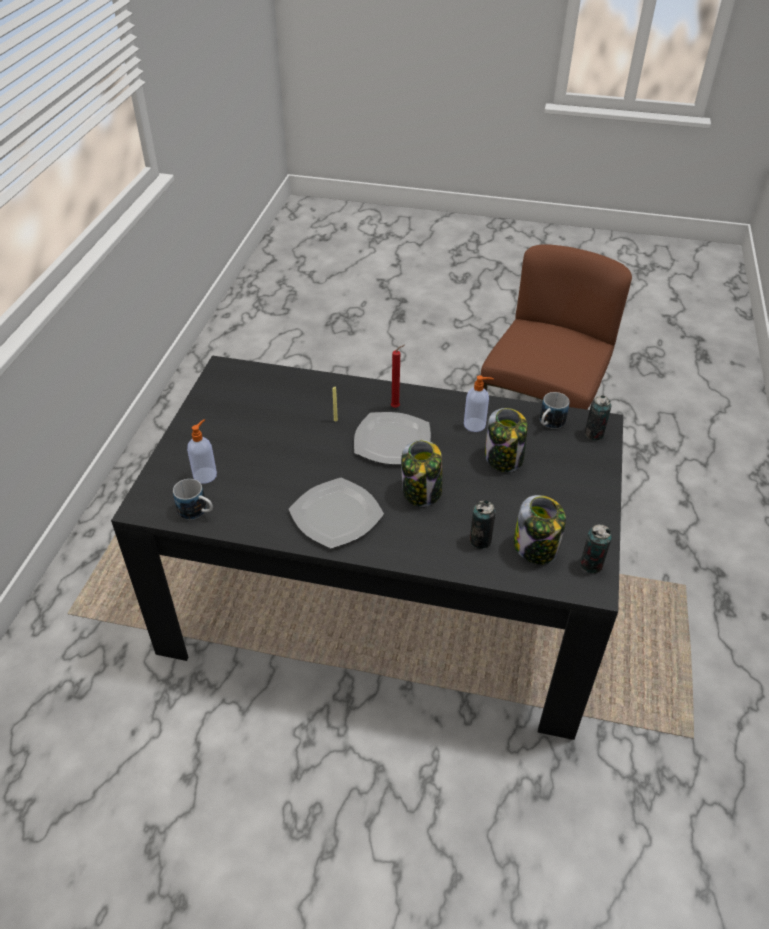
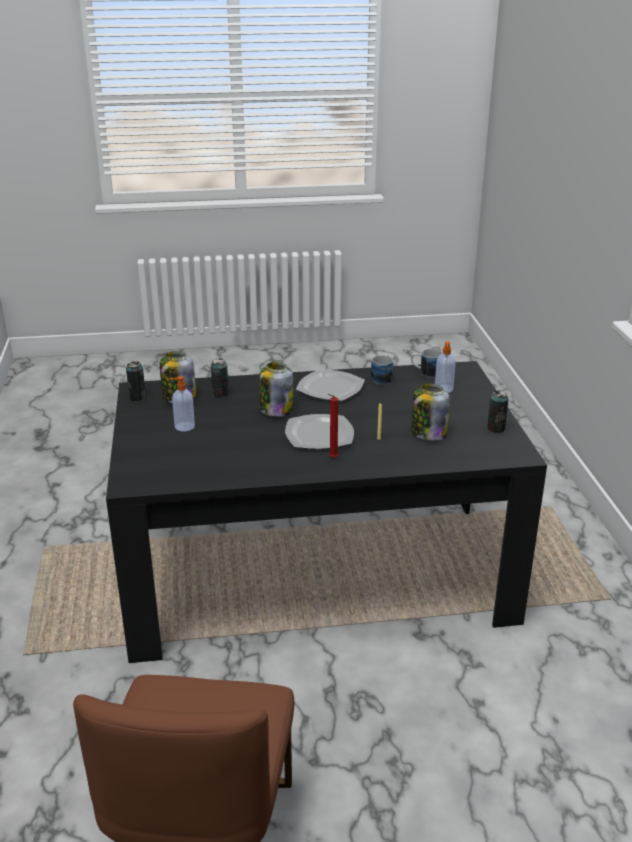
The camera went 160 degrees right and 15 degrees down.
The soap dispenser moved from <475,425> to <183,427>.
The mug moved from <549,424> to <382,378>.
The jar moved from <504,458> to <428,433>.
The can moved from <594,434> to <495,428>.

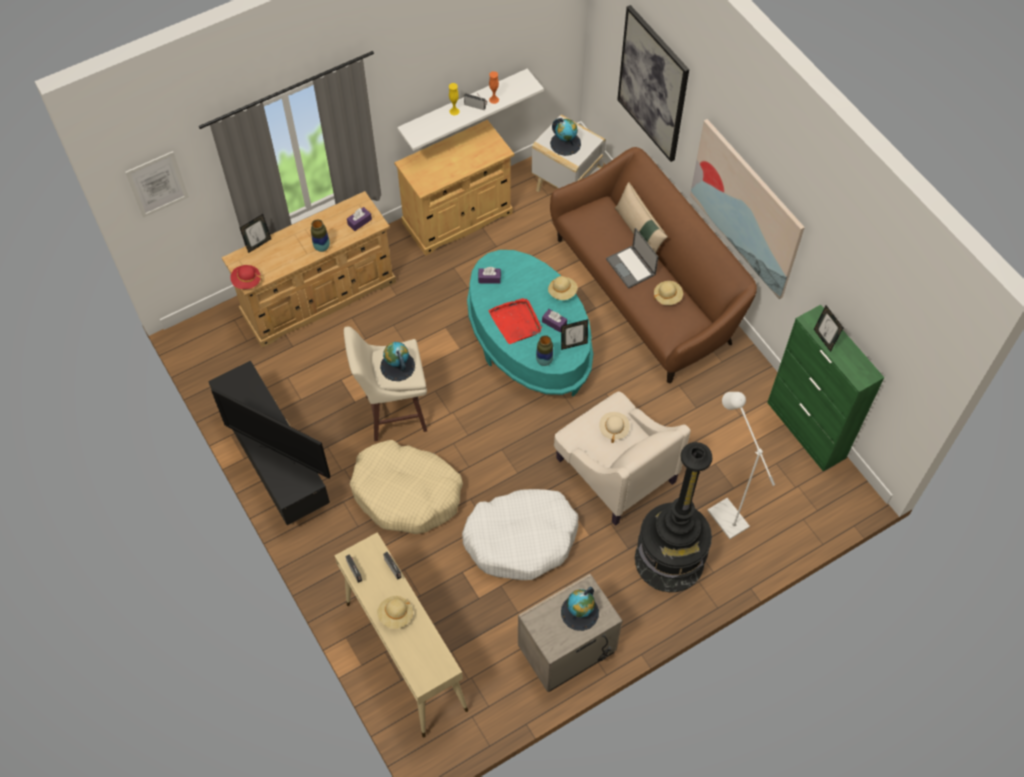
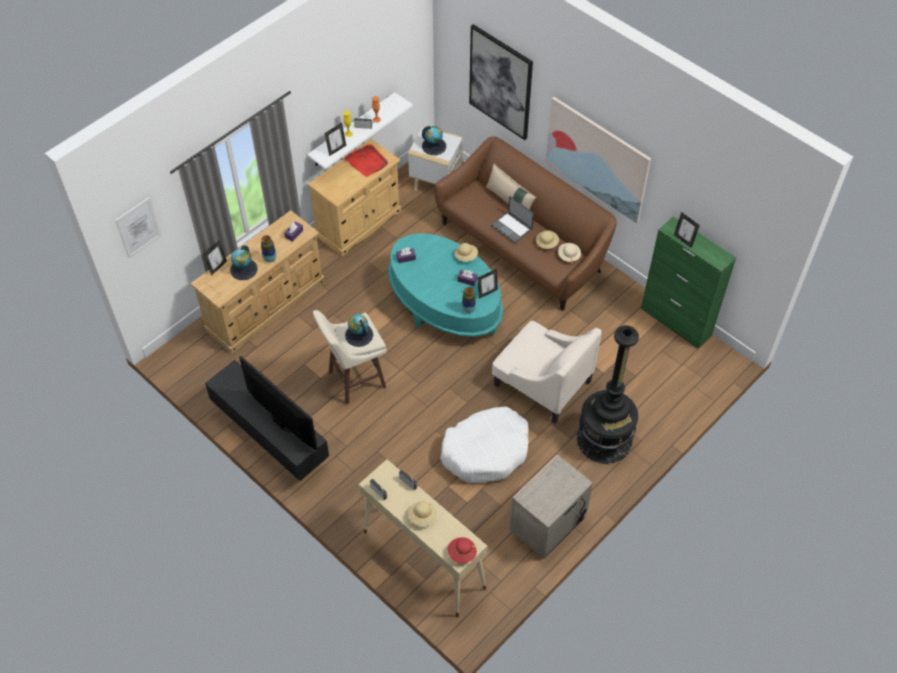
The camera went 15 degrees left and 5 degrees down.
The globe moved from <580,612> to <244,269>.
The television at <279,451> turned 150 degrees counterclockwise.
The picture frame at <336,149> appeared.
The red tray moved from <516,322> to <367,161>.
The red hat moved from <246,281> to <462,553>.
The beige hat moved from <613,429> to <568,256>.
The beige dog bed at <407,493> disappeared.
The white floor lamp at <723,513> disappeared.

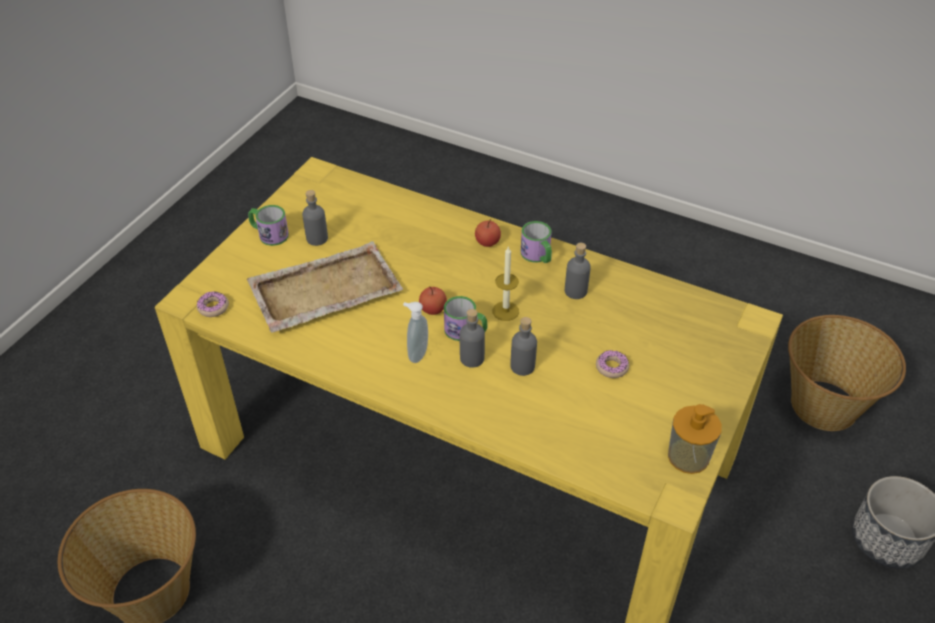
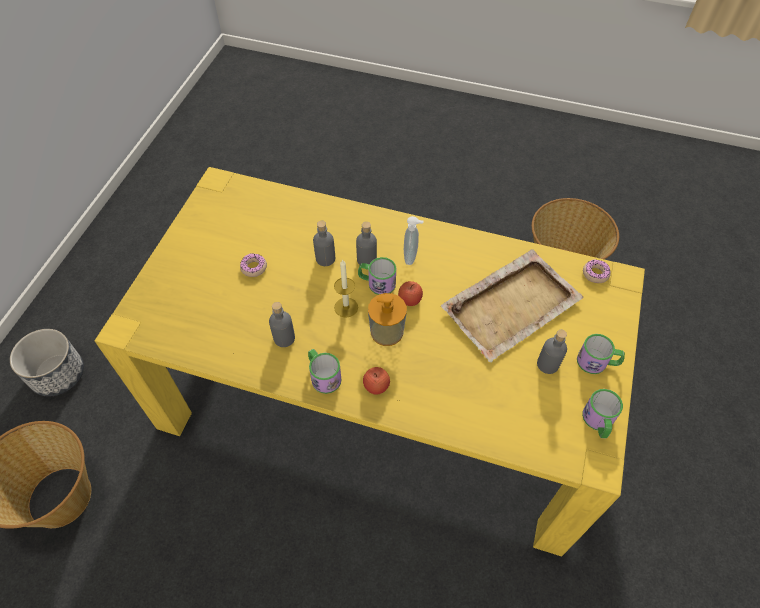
The camera went 170 degrees right and 10 degrees up.
The soap dispenser moved from <688,456> to <387,332>.
The mug at <598,422> appeared.

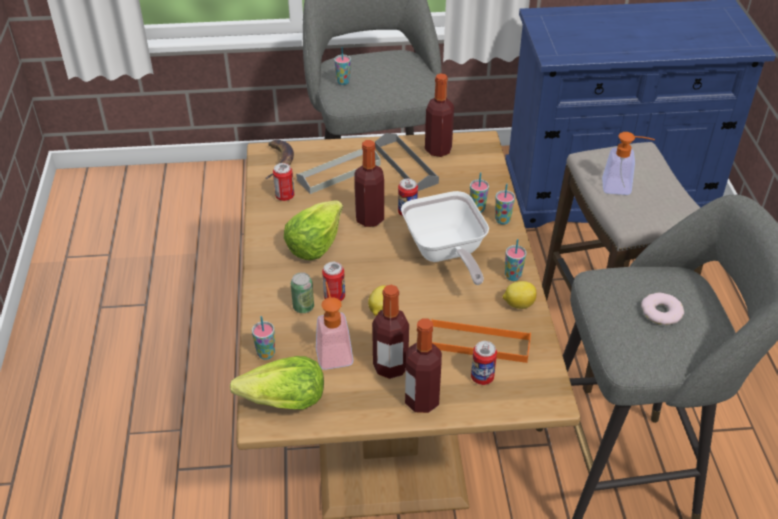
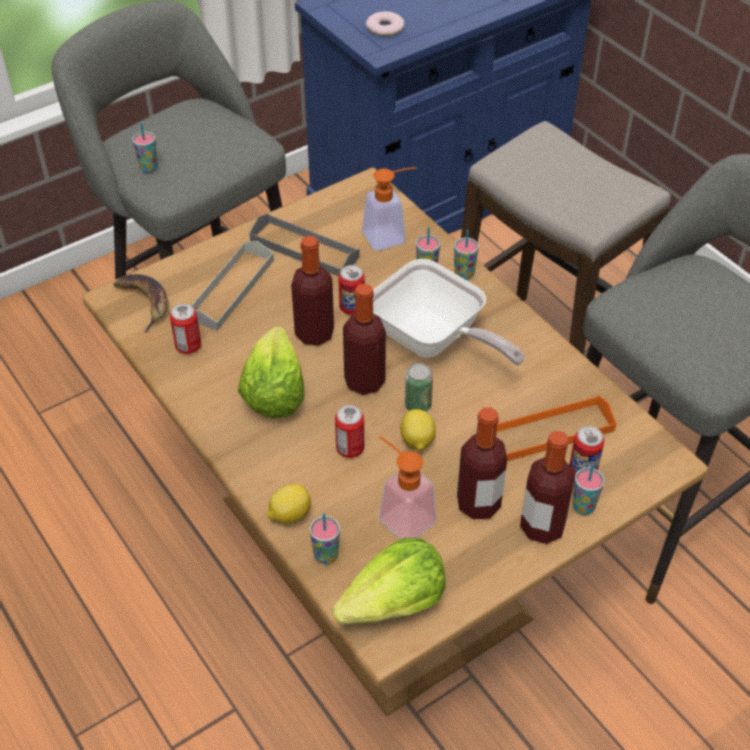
The camera went 30 degrees left and 5 degrees up.
The lemon moved from <518,304> to <289,515>.
The bottle moved from <438,150> to <364,381>.
The soap dispenser moved from <622,187> to <391,236>.
The donut moved from <661,312> to <385,28>.
The can moved from <303,307> to <417,405>.
The cup moved from <513,276> to <583,507>.

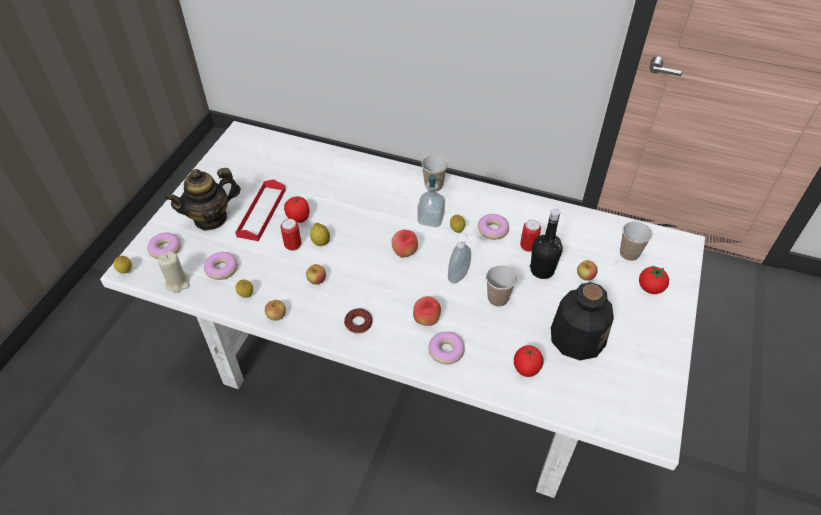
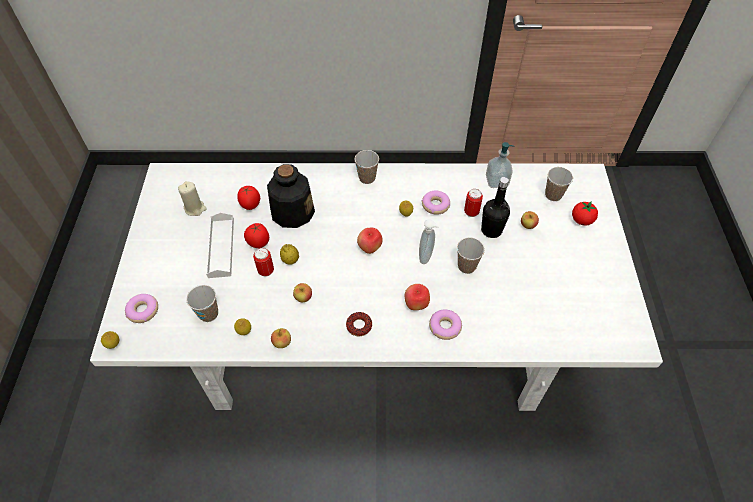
The camera went 20 degrees left and 5 degrees up.
The beige candle moved from <178,283> to <195,208>.
The donut at <221,269> was replaced by the cup at <208,314>.
The red tray at <261,213> became the white tray at <221,247>.
The tomato moved from <526,369> to <250,205>.
The bottle moved from <576,337> to <292,212>.
The soap dispenser moved from <430,219> to <496,181>.
The teapot at <211,218> disappeared.

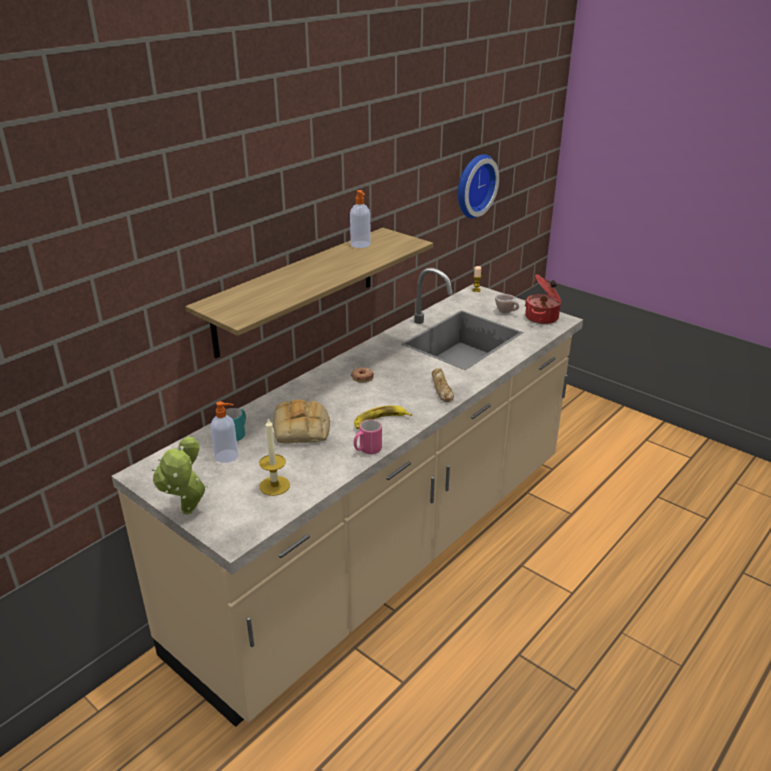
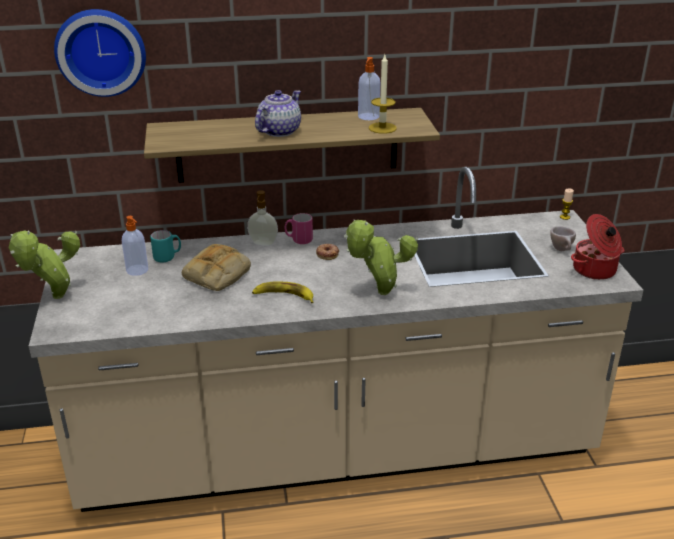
The camera went 40 degrees right and 0 degrees up.
The wall clock moved from <473,185> to <101,51>.
The soap dispenser at <263,243> appeared.
The teapot at <278,131> appeared.
The pink mug moved from <367,450> to <298,240>.
The bread at <441,388> was replaced by the potted plant at <379,293>.
The candle moved from <274,486> to <382,128>.

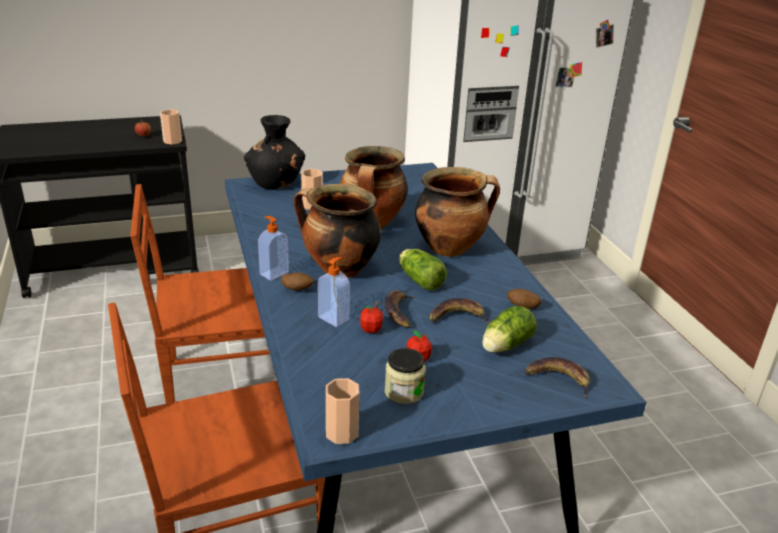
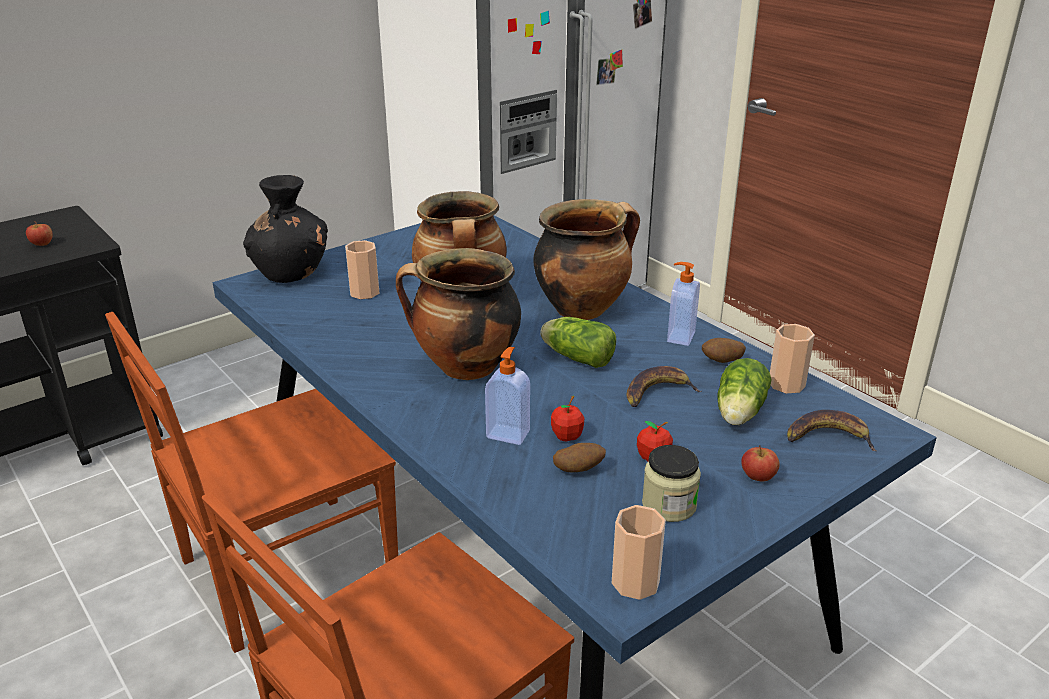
The camera went 20 degrees left and 0 degrees up.
The potato moved from <297,290> to <578,470>.
The soap dispenser moved from <273,273> to <679,337>.
The apple at <758,477> appeared.
The cup moved from <172,141> to <786,384>.
The banana at <399,312> disappeared.

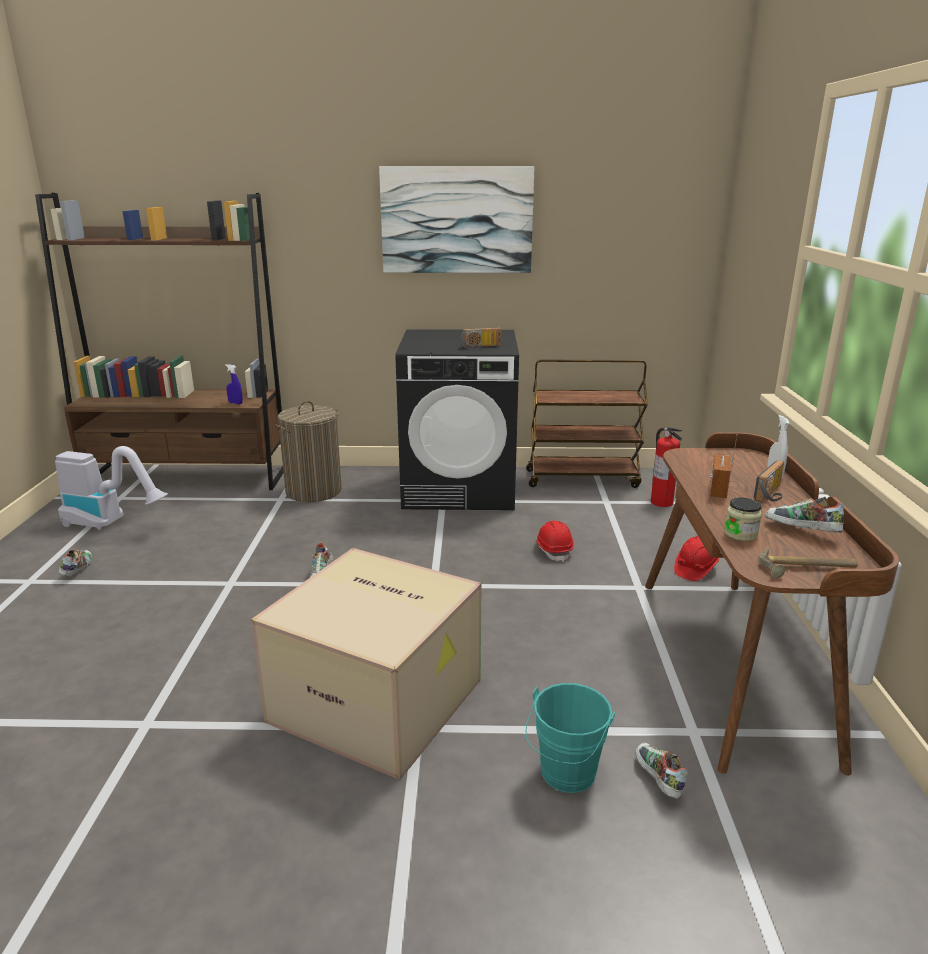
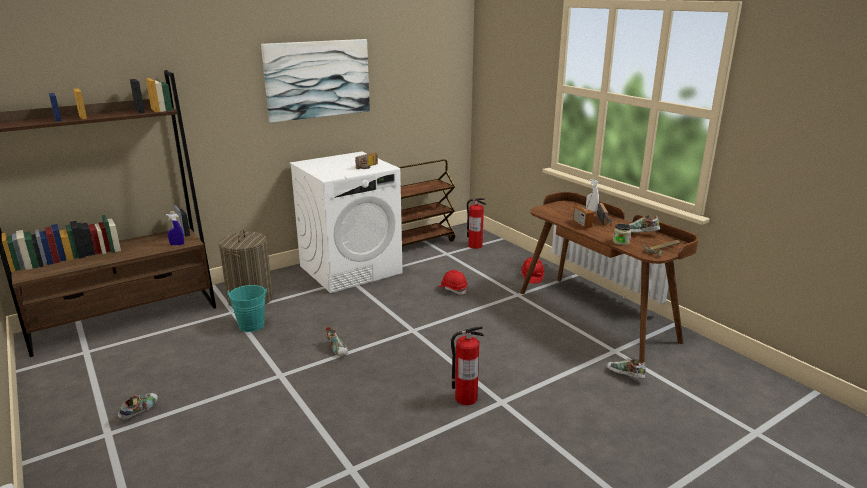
The camera went 35 degrees left and 0 degrees up.
The shoe at <77,570> turned 60 degrees clockwise.
The turquoise bucket moved from <565,776> to <251,327>.
The black washing machine at <460,488> became the white washing machine at <351,269>.
The cardboard box at <380,699> was replaced by the fire extinguisher at <465,398>.
The vacuum cleaner at <111,523> disappeared.

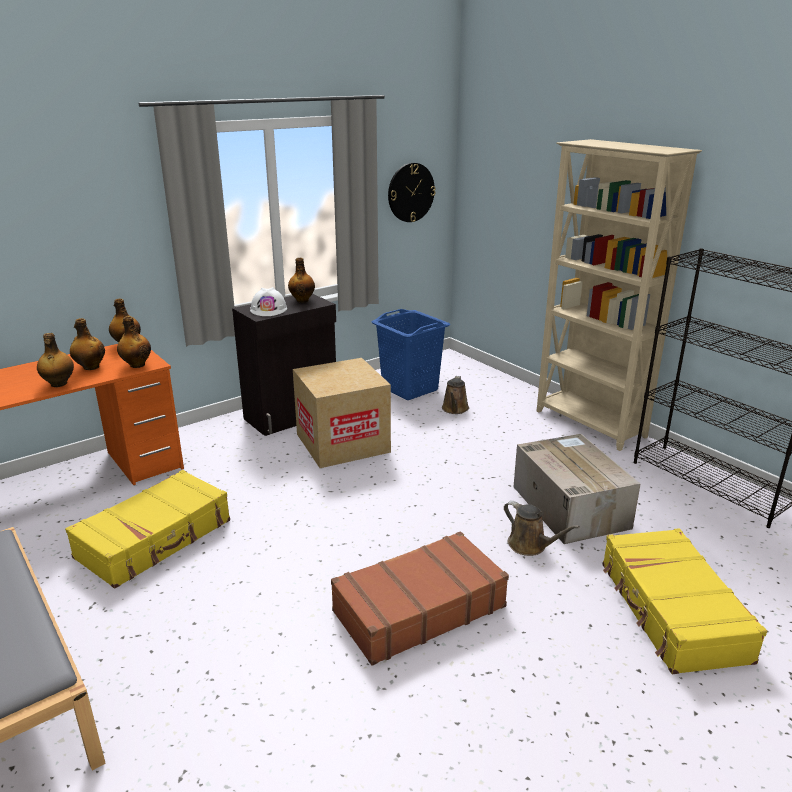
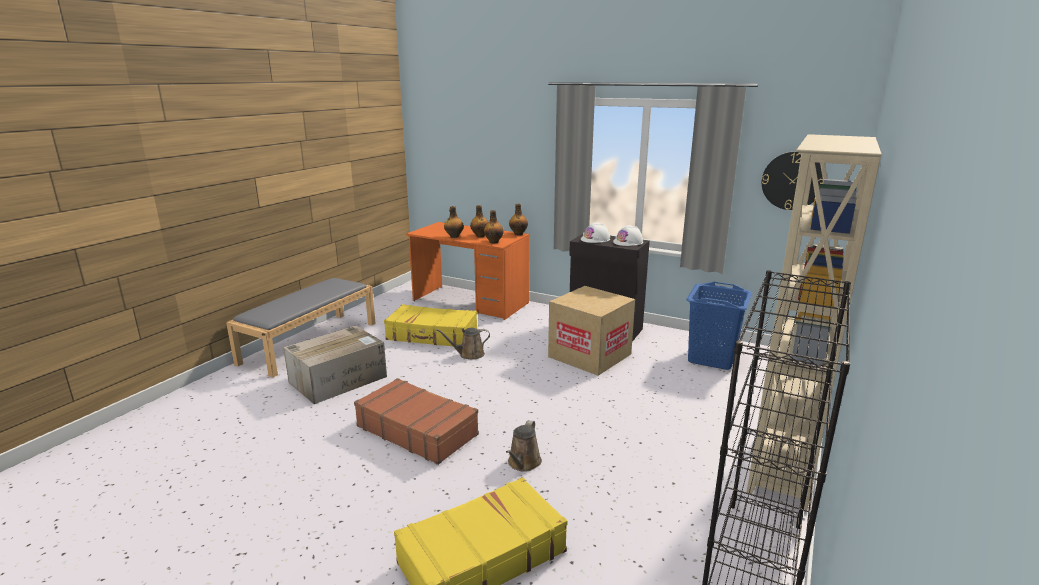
The camera went 65 degrees right and 5 degrees down.
The cardboard box moved from <569,506> to <339,379>.
The brown watering can moved from <455,409> to <469,354>.
The bottle at <302,300> was replaced by the white hard hat at <628,242>.

